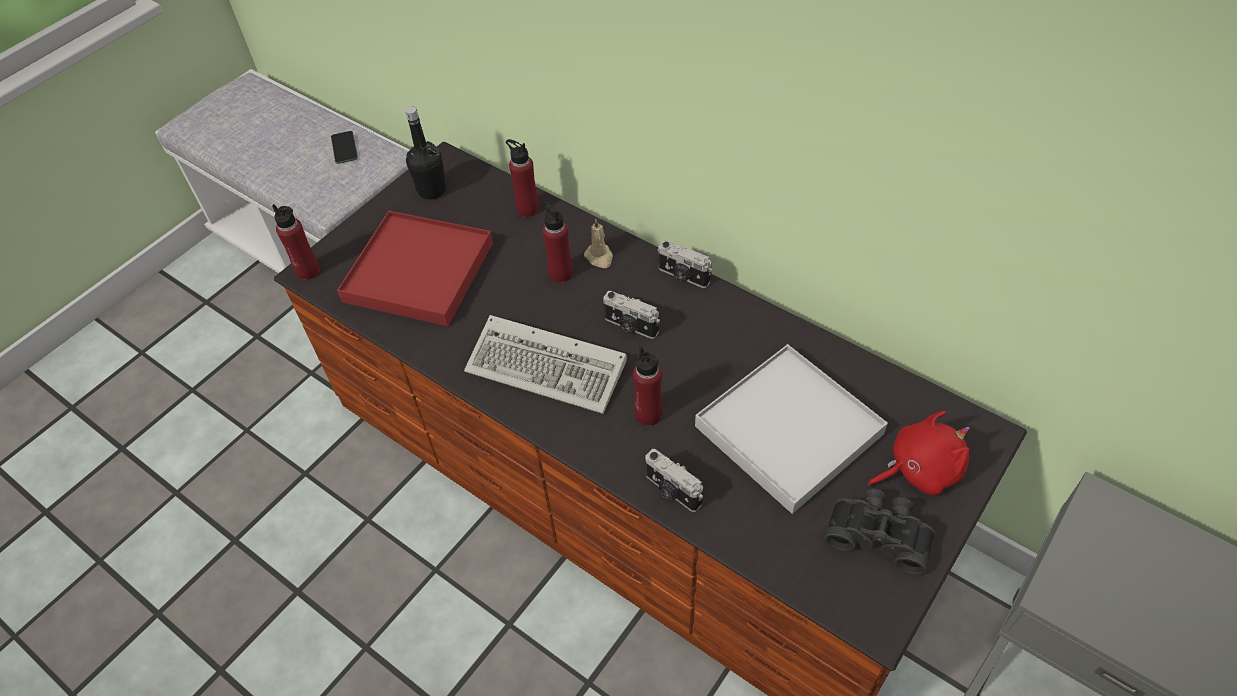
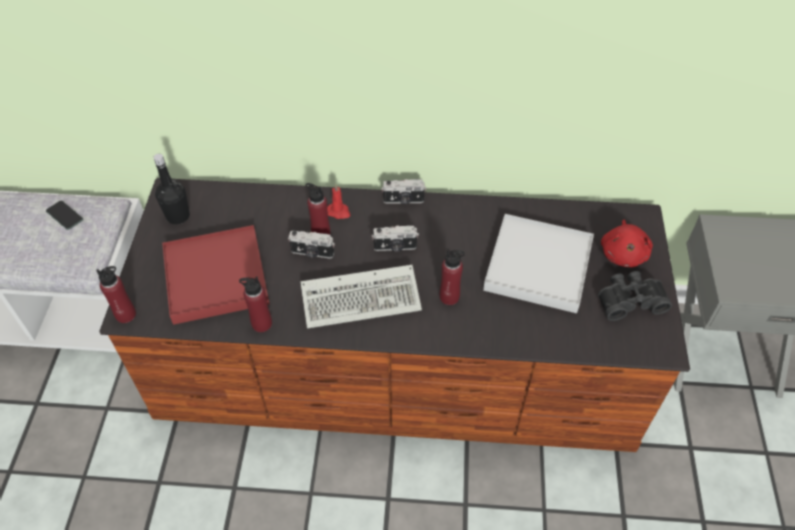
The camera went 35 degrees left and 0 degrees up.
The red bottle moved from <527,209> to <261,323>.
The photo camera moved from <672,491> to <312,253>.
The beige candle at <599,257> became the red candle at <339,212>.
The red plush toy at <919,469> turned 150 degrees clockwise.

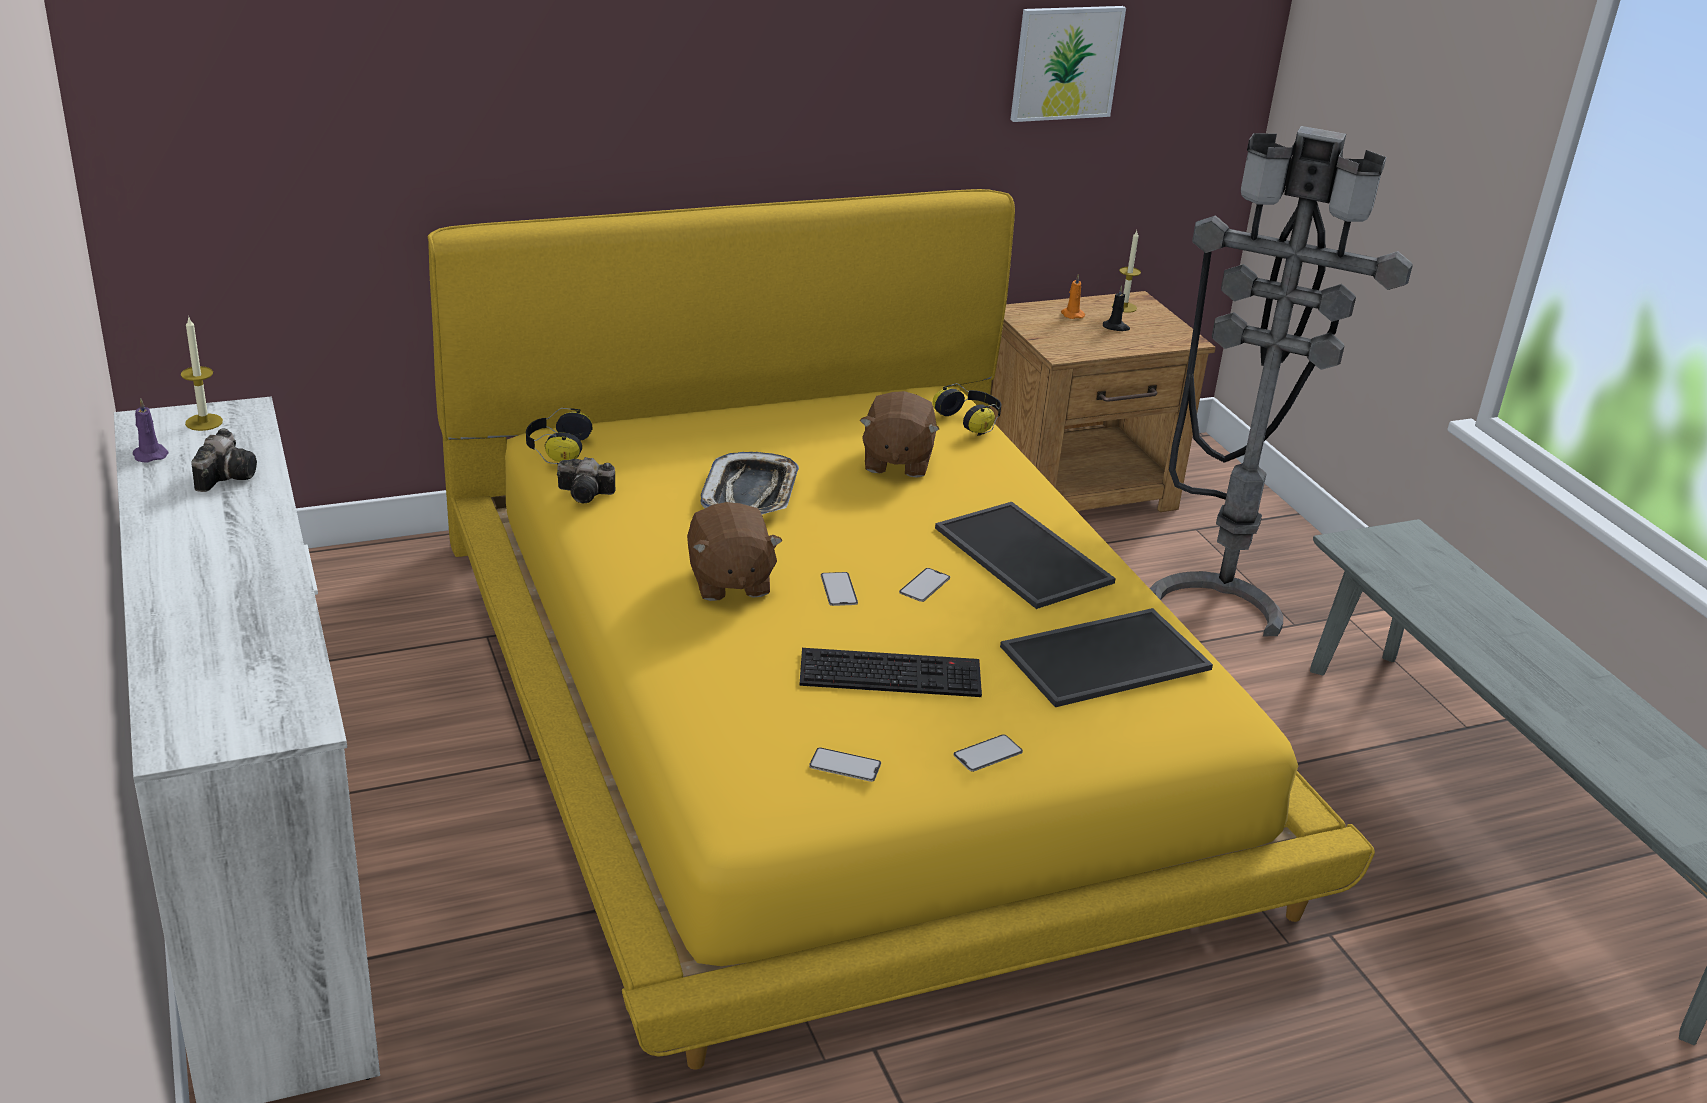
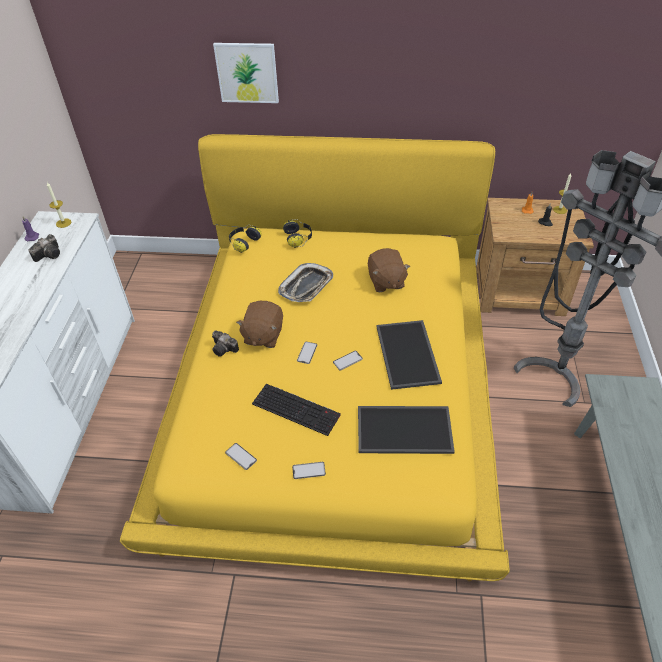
The camera went 30 degrees right and 15 degrees up.
The photo camera moved from <587,494> to <225,349>.
The picture moved from <1066,63> to <247,73>.
The headphones moved from <970,421> to <298,238>.
The brown plush toy at <896,461> turned 45 degrees counterclockwise.

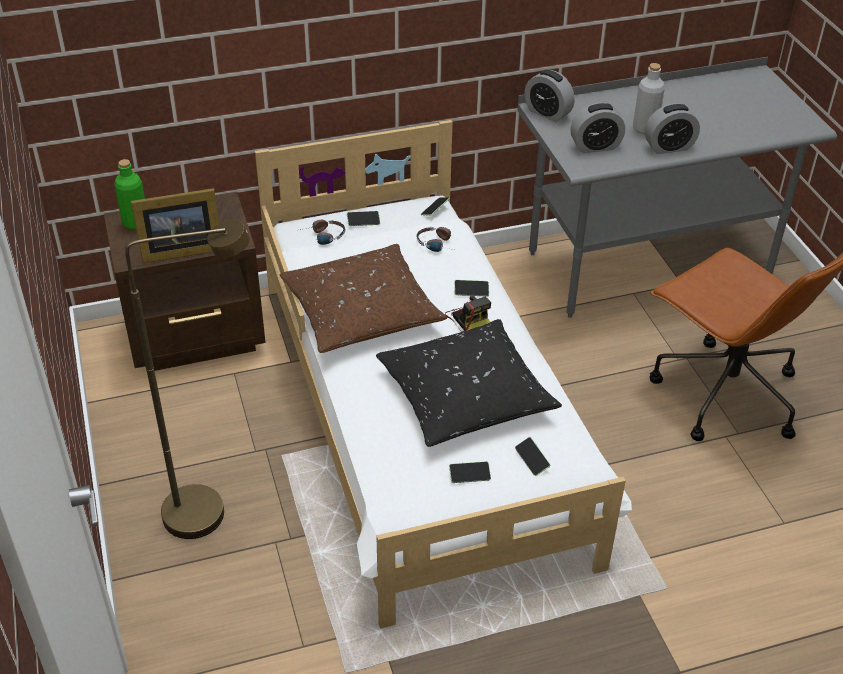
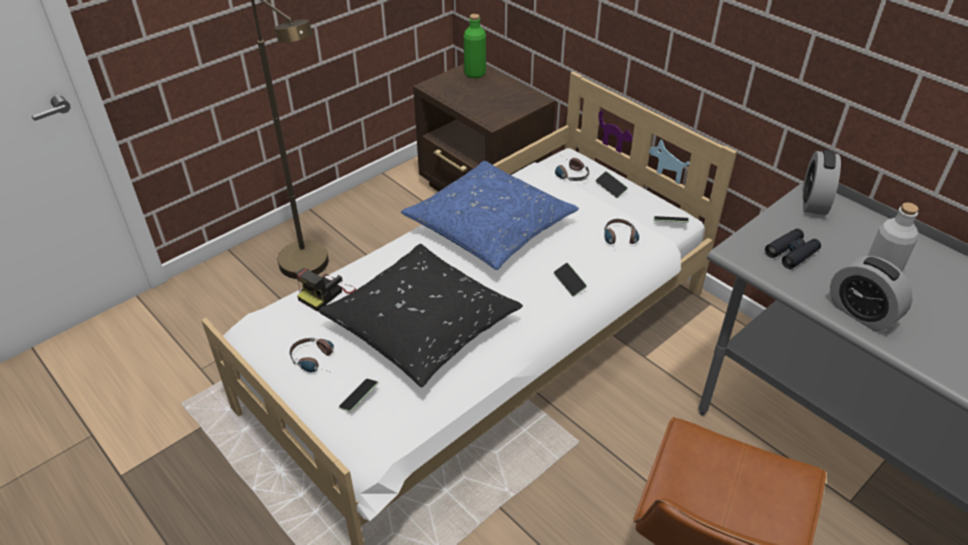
The camera went 65 degrees right and 0 degrees up.
The phone at <469,476> was replaced by the headphones at <317,360>.
The photo camera moved from <469,319> to <326,293>.
The brown pillow at <361,311> became the blue pillow at <489,226>.
The alarm clock at <595,146> was replaced by the black binoculars at <791,253>.
The picture frame at <178,250> disappeared.

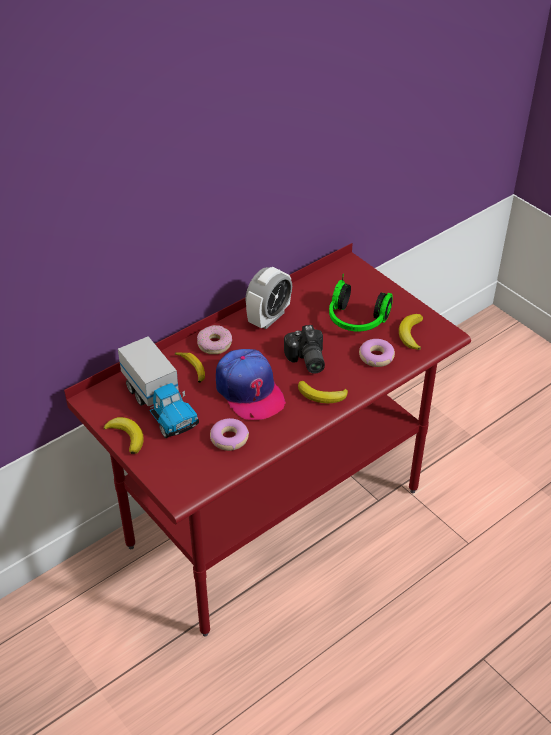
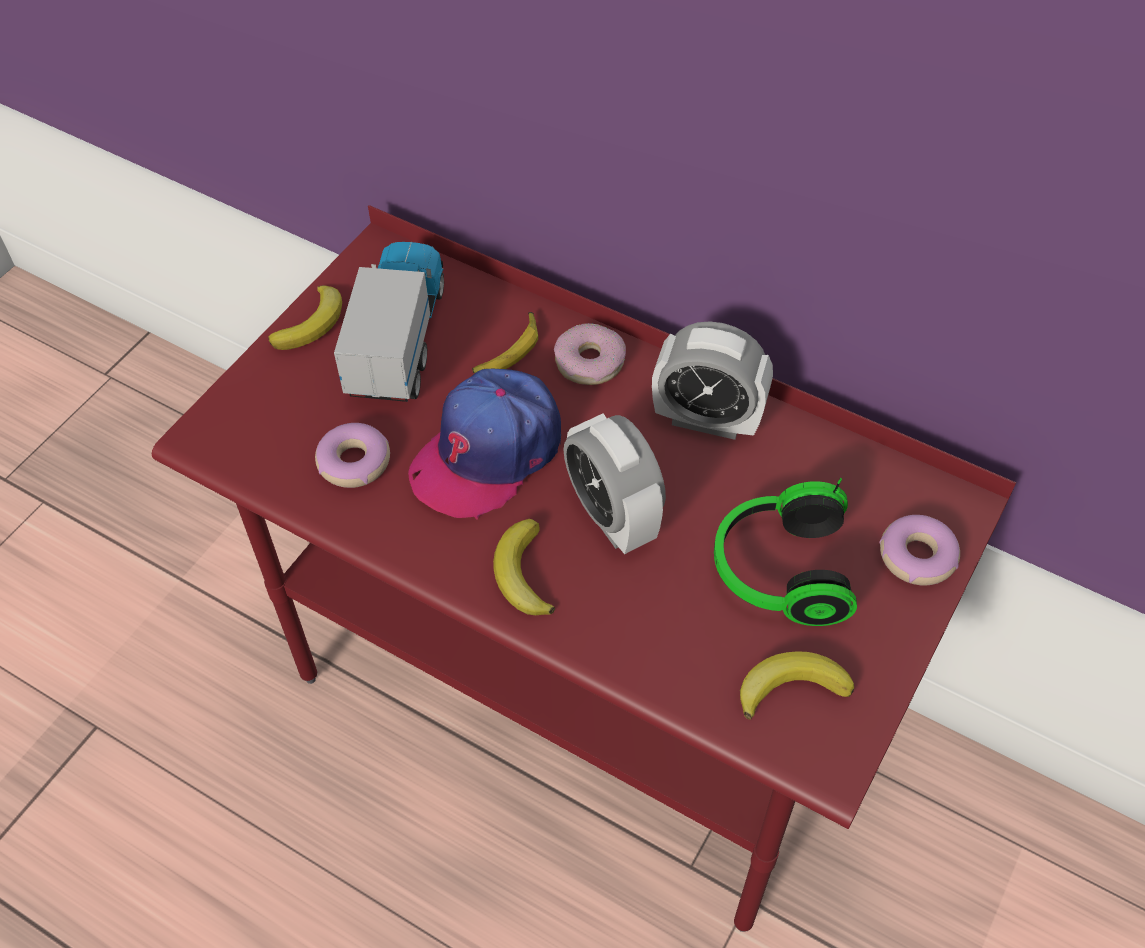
The camera went 70 degrees right and 10 degrees up.
The toy truck at <161,406> turned 150 degrees clockwise.
The photo camera at <306,360> was replaced by the alarm clock at <612,516>.
The donut moved from <376,357> to <916,556>.

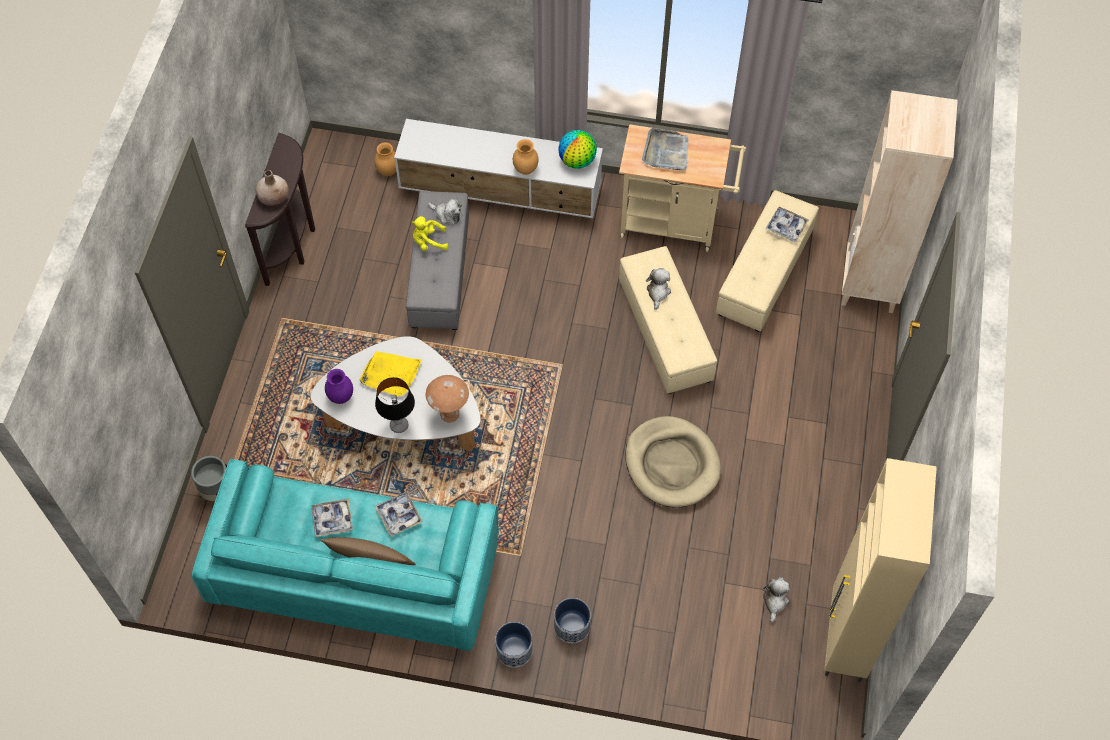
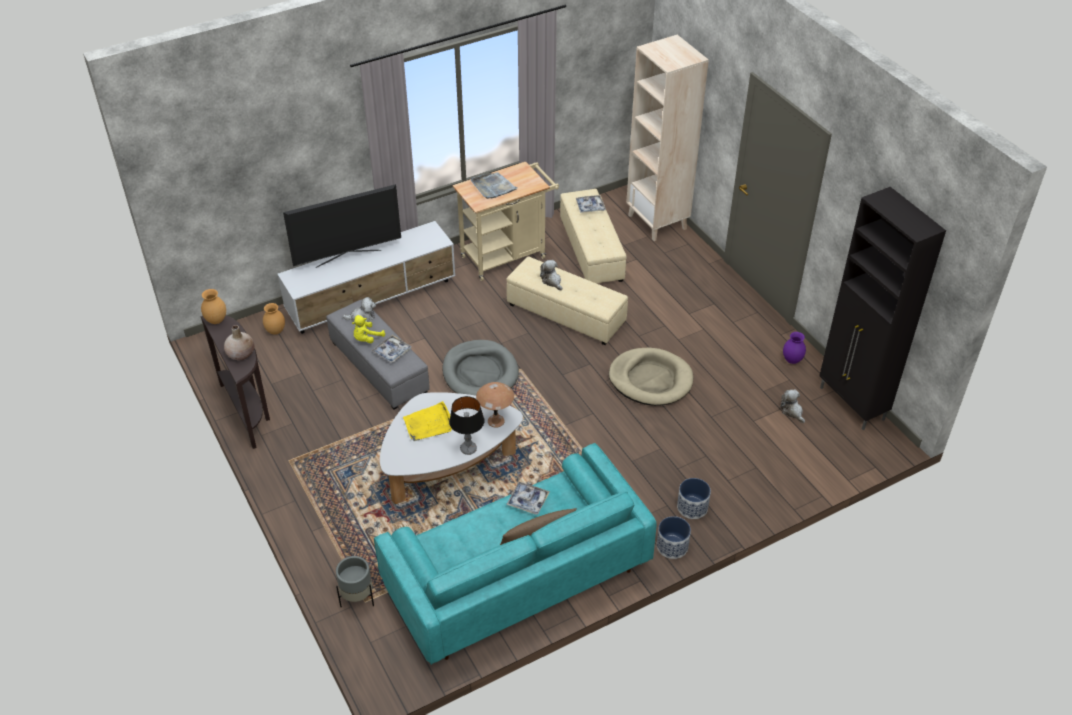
The camera went 40 degrees left and 15 degrees down.
The brown vase moved from <526,170> to <217,320>.
The television at <348,258> appeared.
The tray moved from <332,520> to <392,352>.
The grey dog bed at <480,373> appeared.
The purple vase moved from <340,397> to <791,360>.
The beige cabinet at <845,640> became the black cabinet at <852,404>.
The globe at <577,161> disappeared.

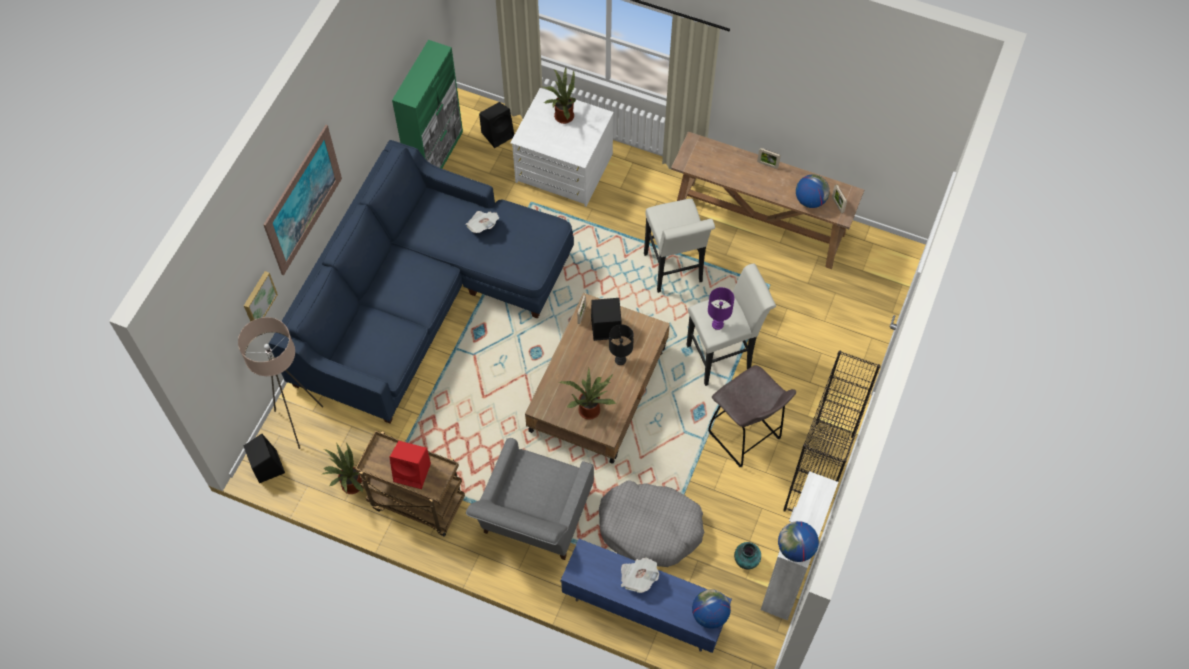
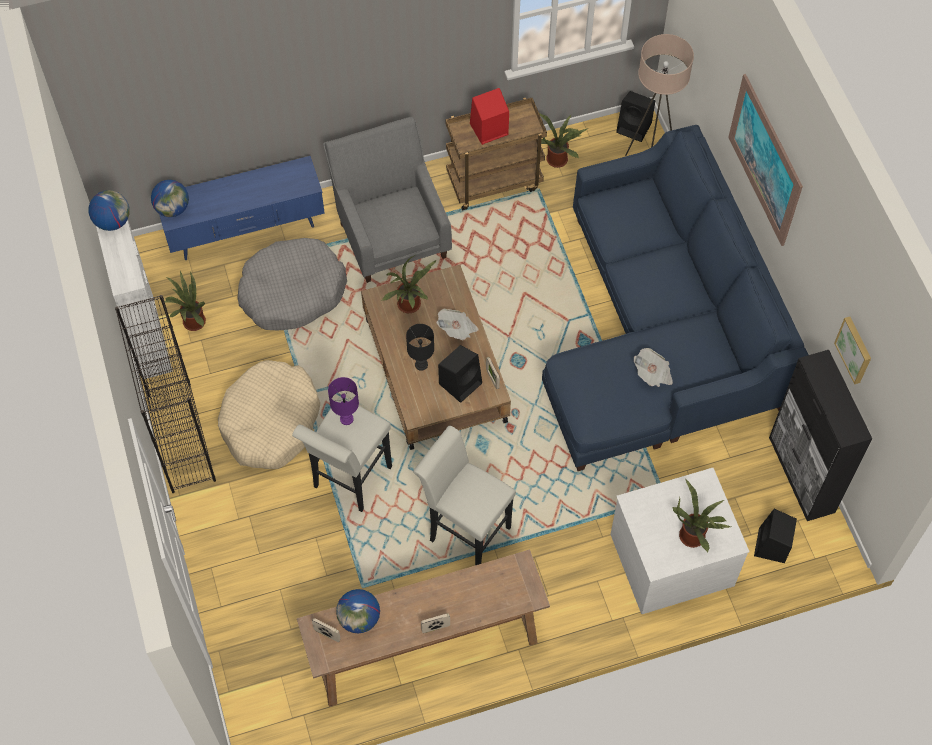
The camera went 140 degrees right and 0 degrees up.
The vase at <746,561> was replaced by the potted plant at <191,322>.
The grey stool at <745,437> was replaced by the beige dog bed at <270,422>.
The newspaper moved from <638,577> to <457,329>.
The green cabinet at <436,156> became the black cabinet at <801,475>.
The picture moved from <258,299> to <855,349>.

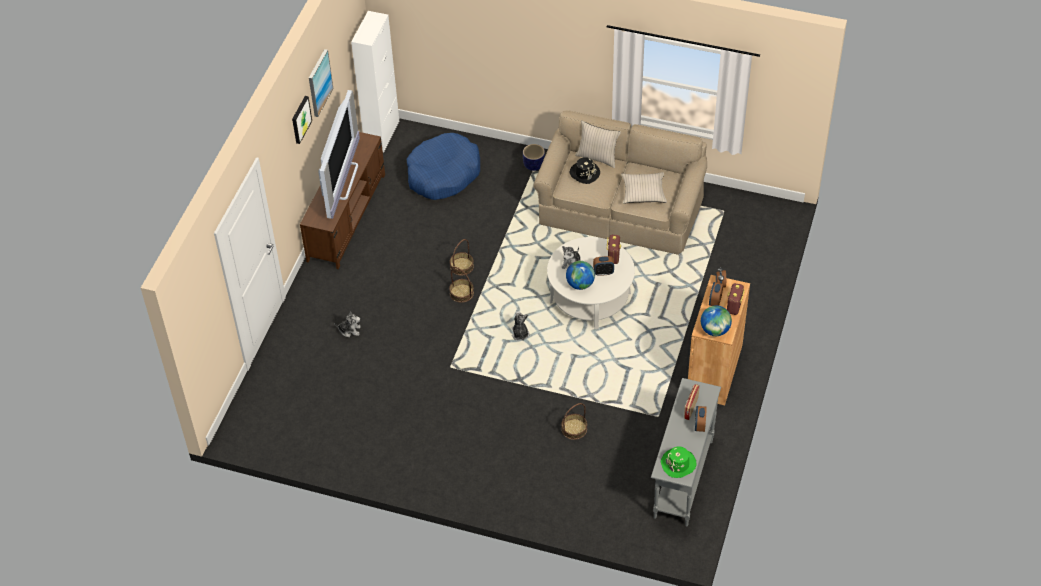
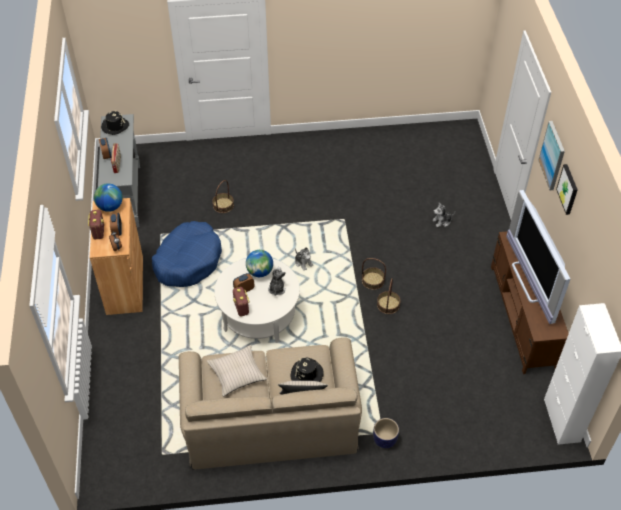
The camera went 155 degrees right and 0 degrees up.
The green hat at <678,464> became the black hat at <115,126>.
The blue dog bed moved from <443,174> to <188,261>.
The picture moved from <319,82> to <552,155>.

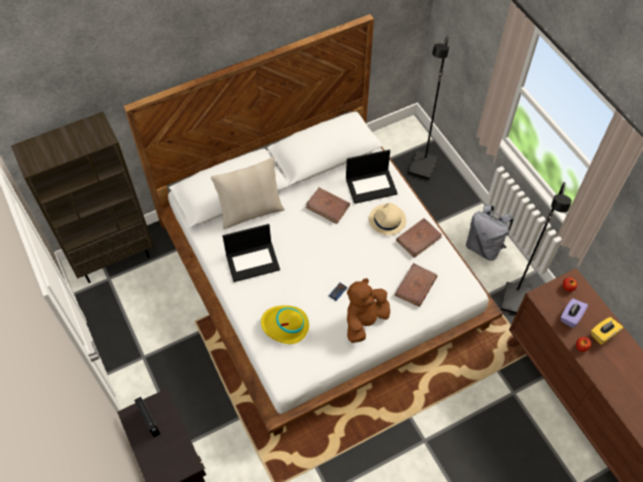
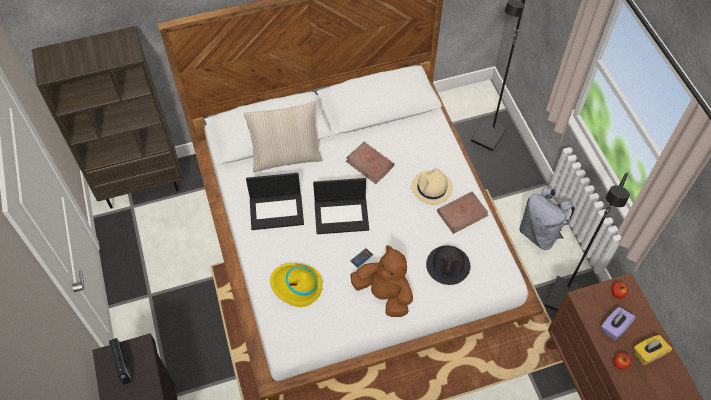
The camera went 10 degrees right and 0 degrees up.
The laptop moved from <371,185> to <342,215>.
The brown plush toy at <364,321> turned 75 degrees clockwise.
The brown book at <415,286> was replaced by the black hat at <448,265>.

